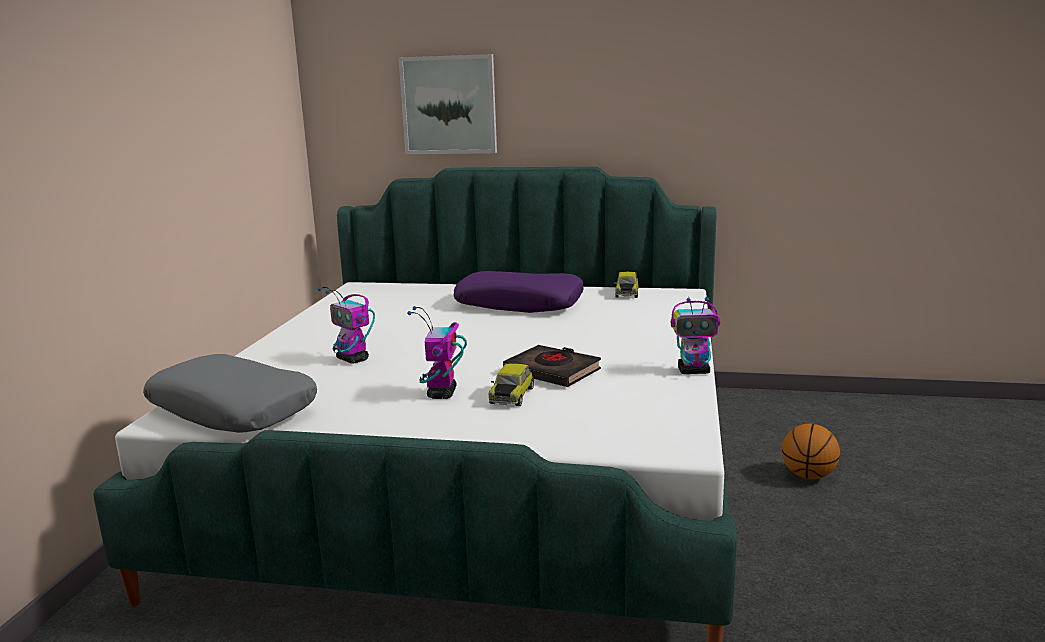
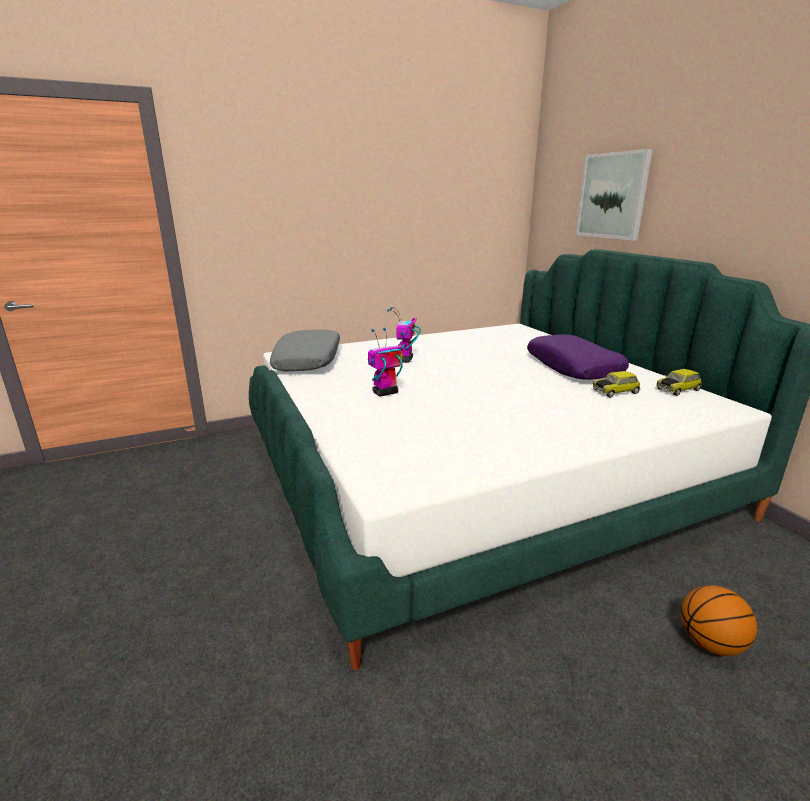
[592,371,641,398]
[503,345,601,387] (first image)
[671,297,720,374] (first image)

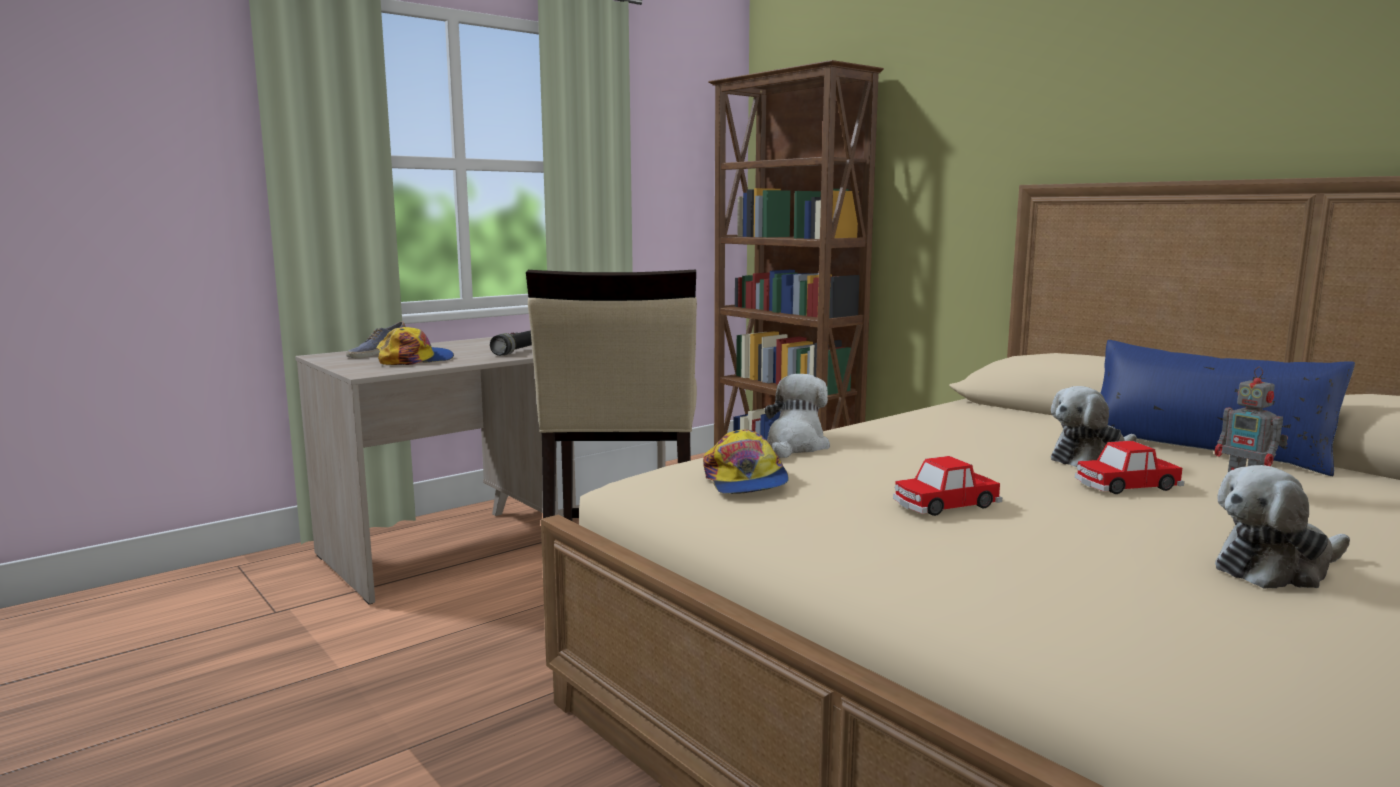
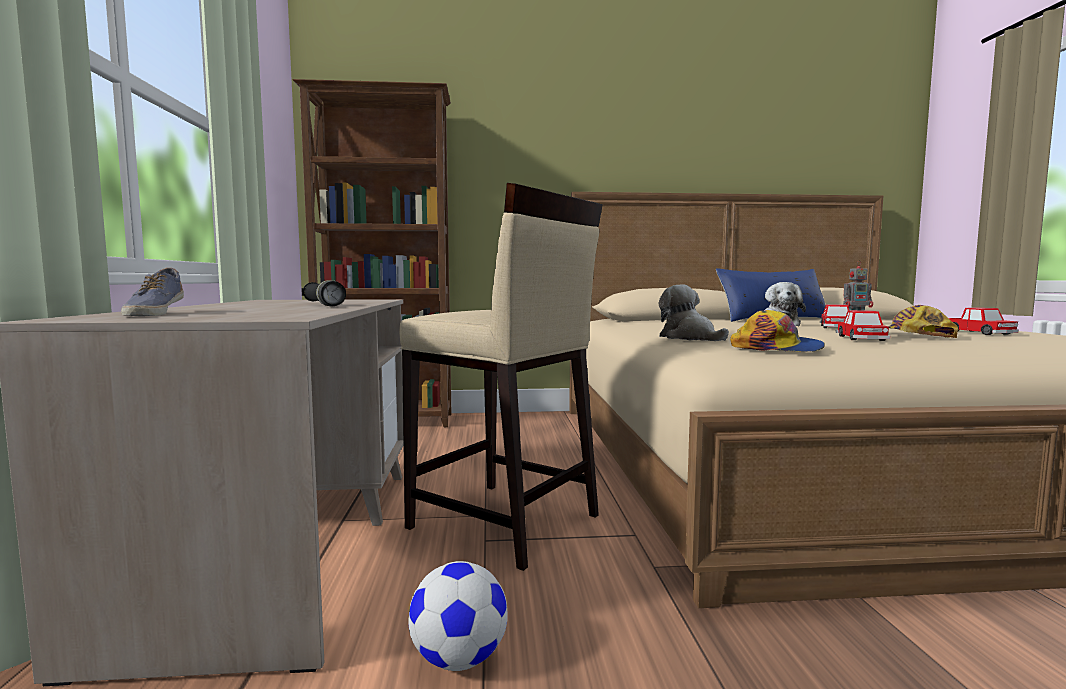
[409,561,508,671]
[889,305,958,338]
[949,307,1019,335]

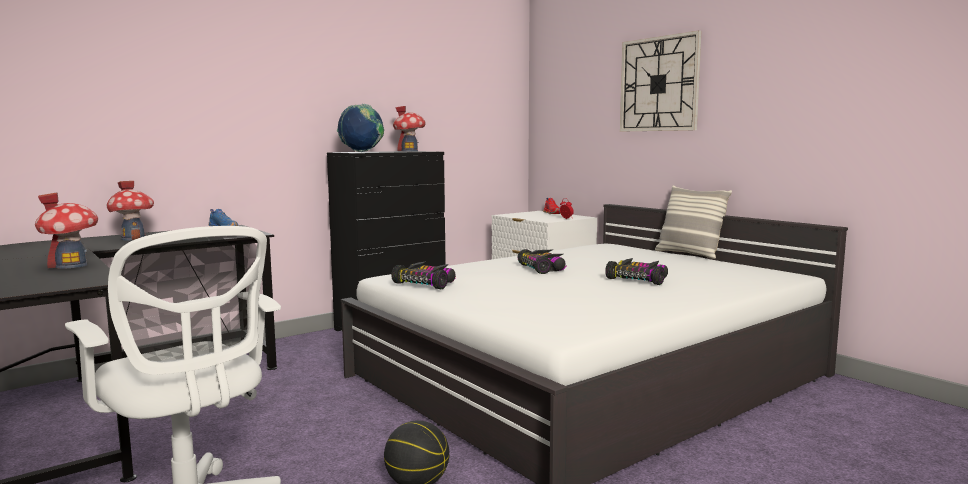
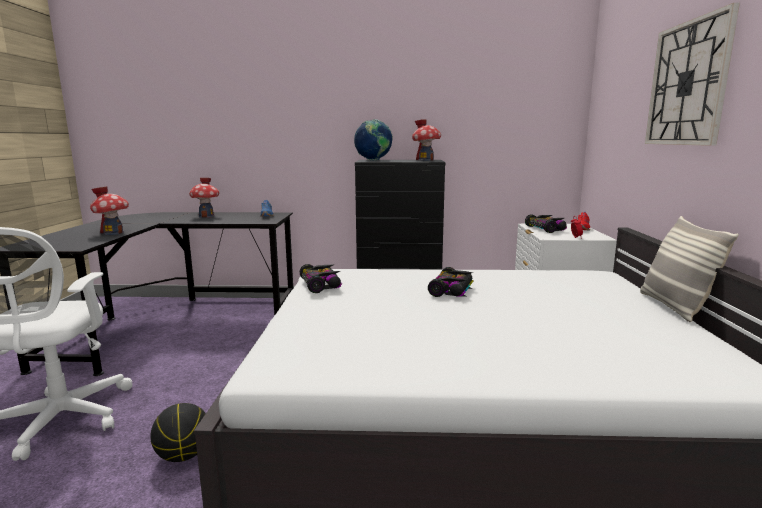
[525,215,567,233]

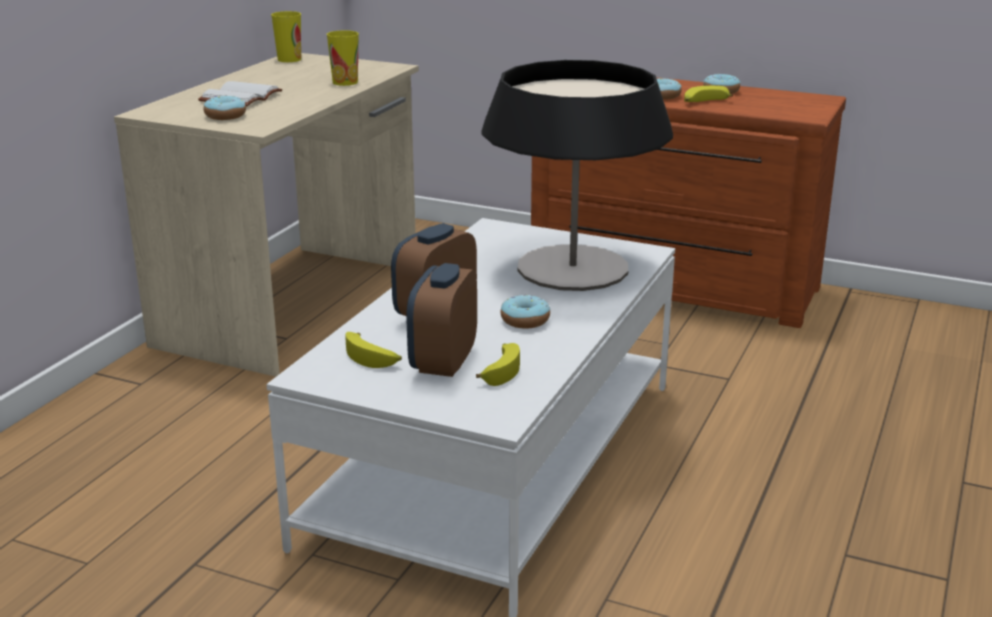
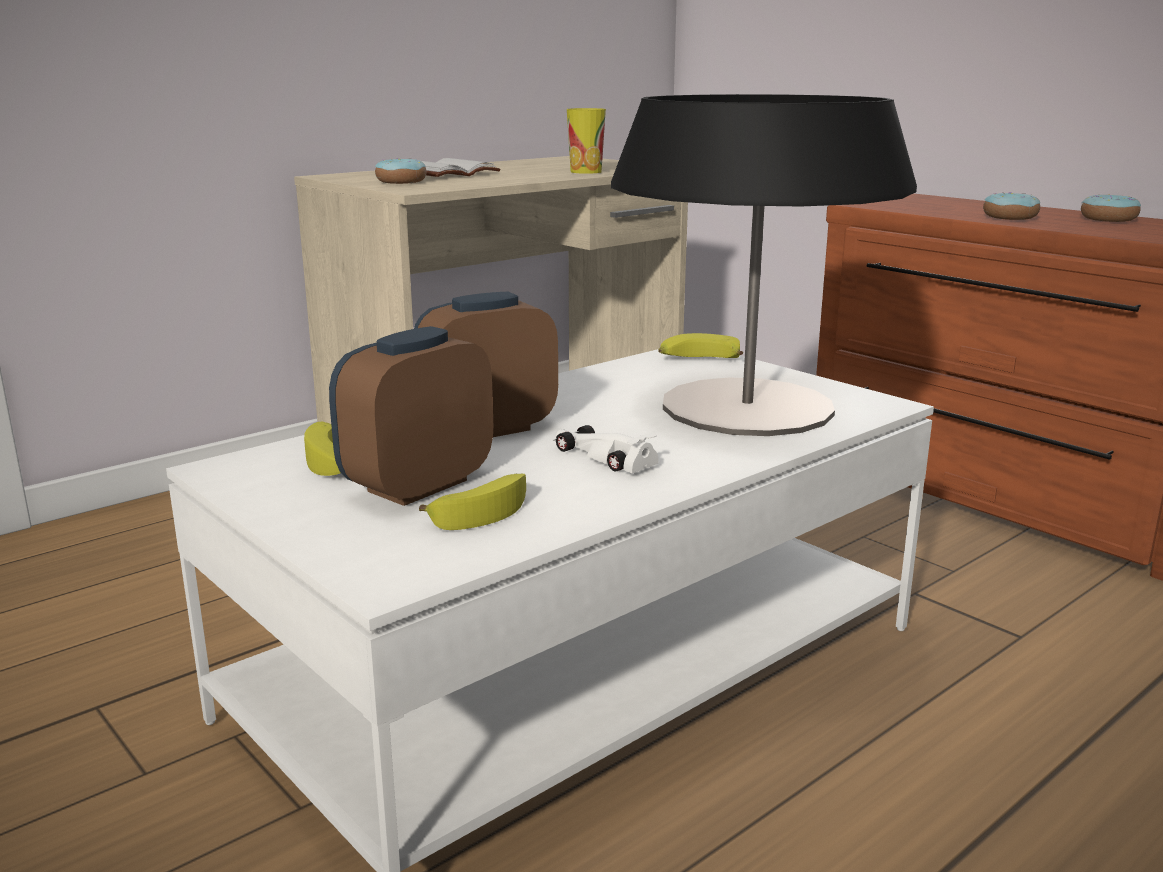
[553,425,658,473]
[658,333,743,358]
[271,11,301,62] (first image)

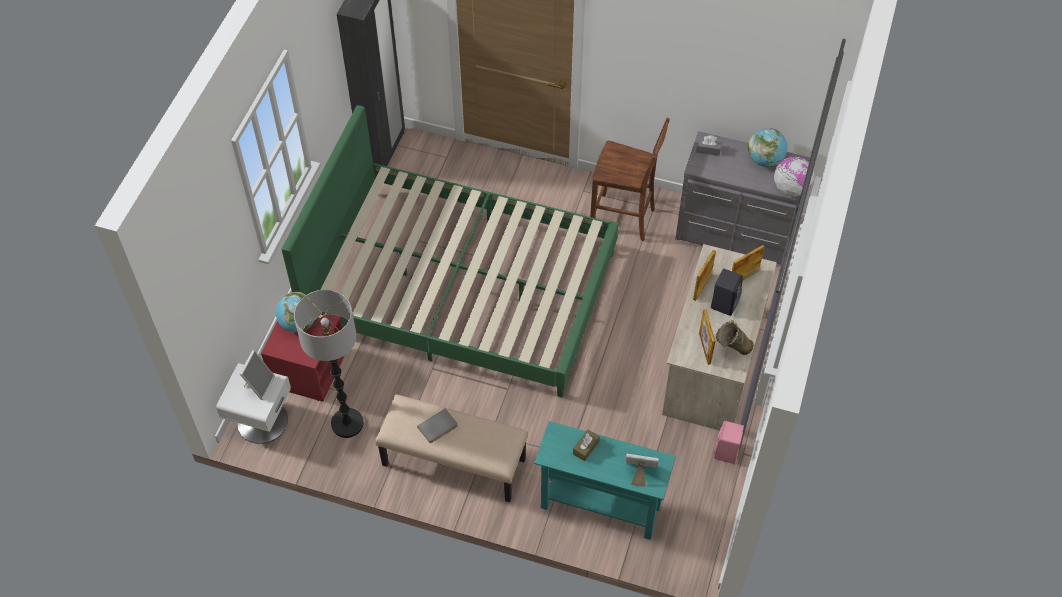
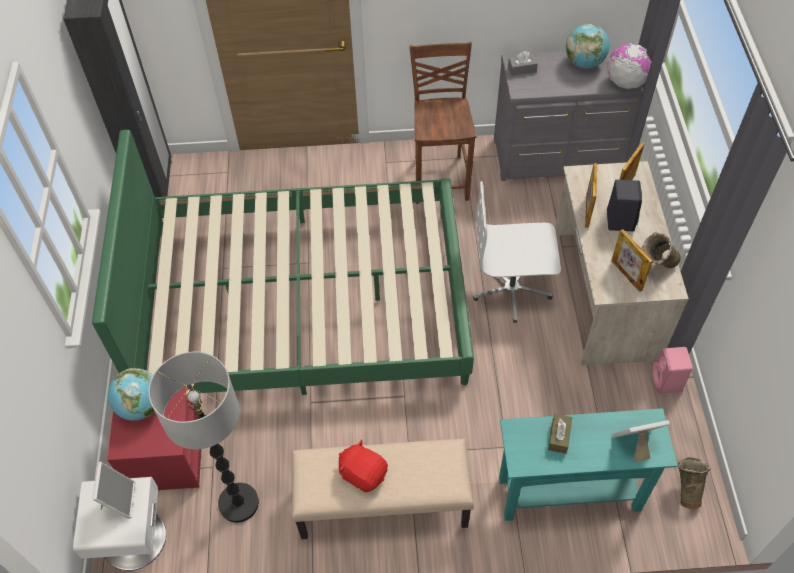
[339,439,388,492]
[409,42,477,204]
[473,181,561,323]
[677,457,711,509]

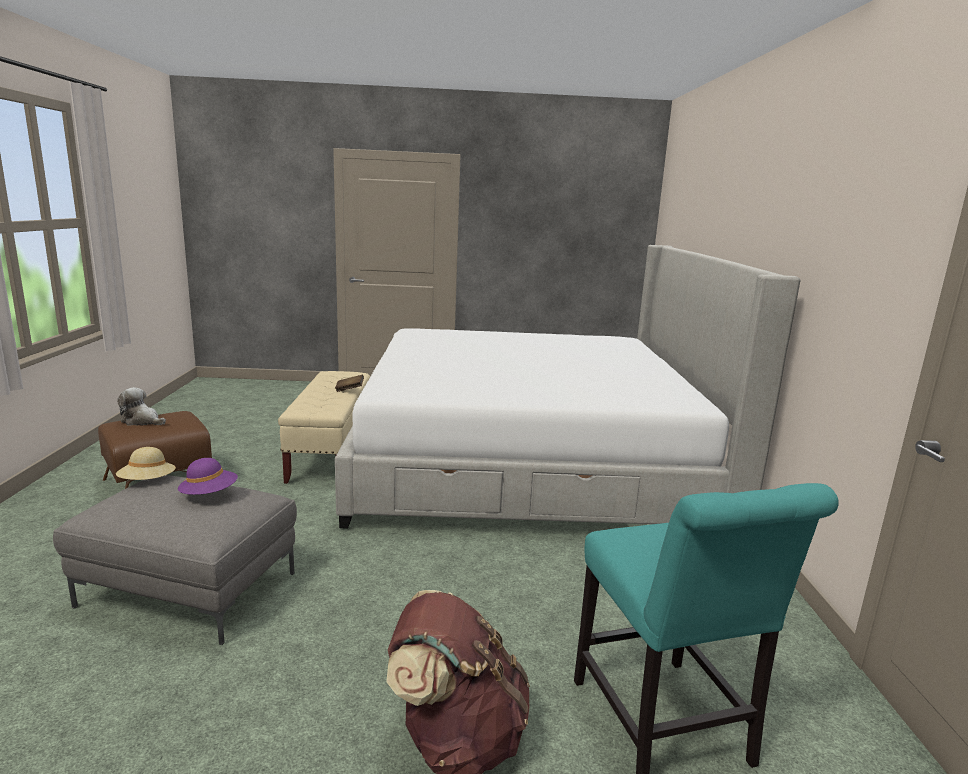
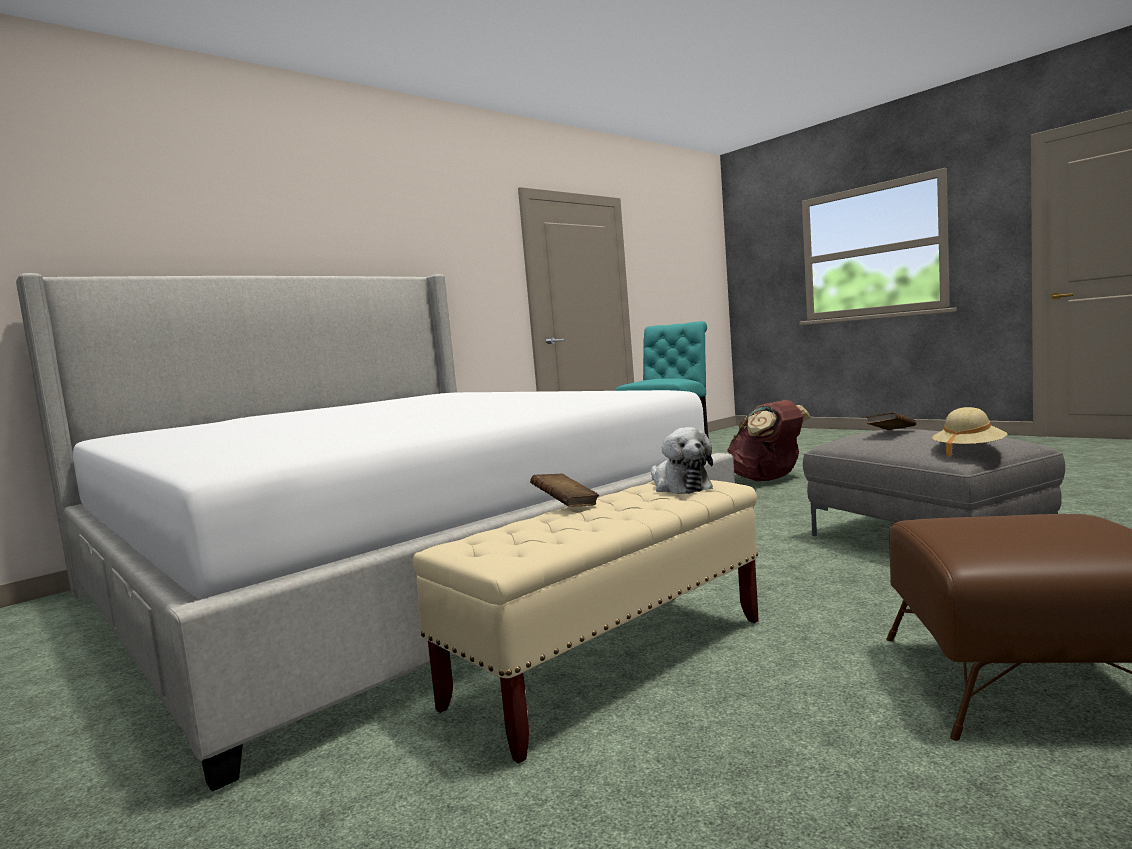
[651,427,713,494]
[866,413,916,430]

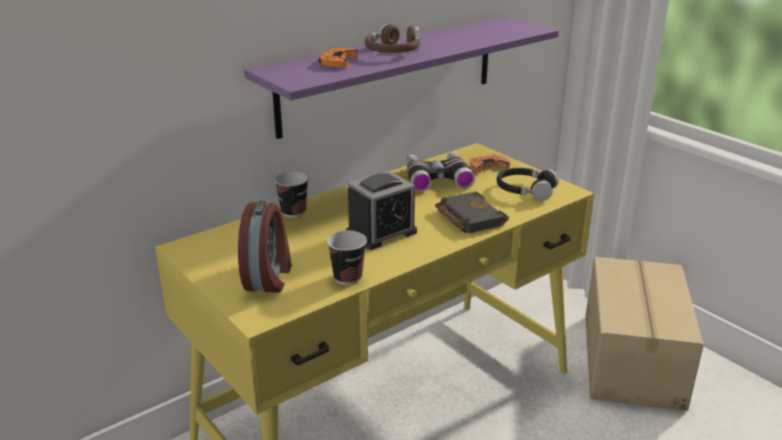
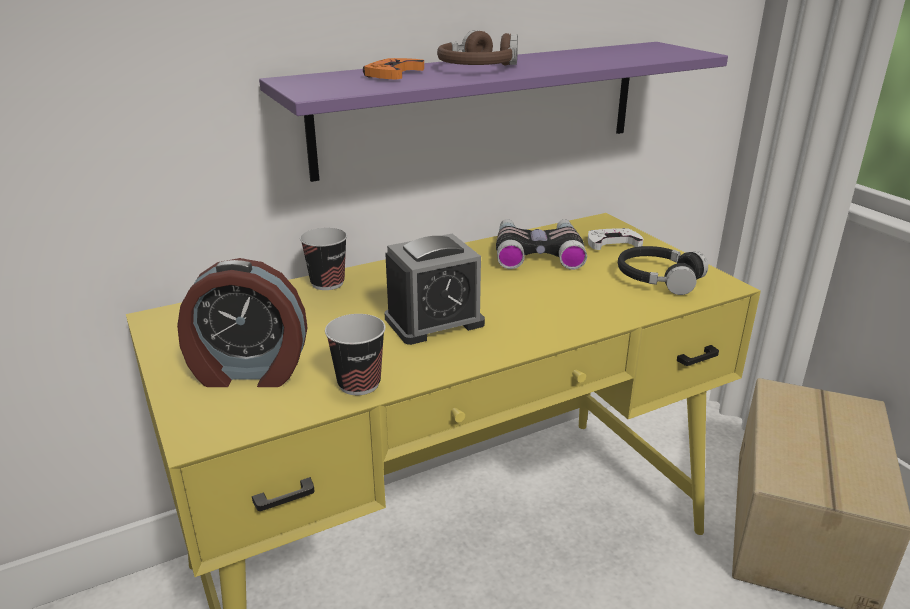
[177,258,308,387]
[588,228,643,250]
[435,191,509,233] (first image)

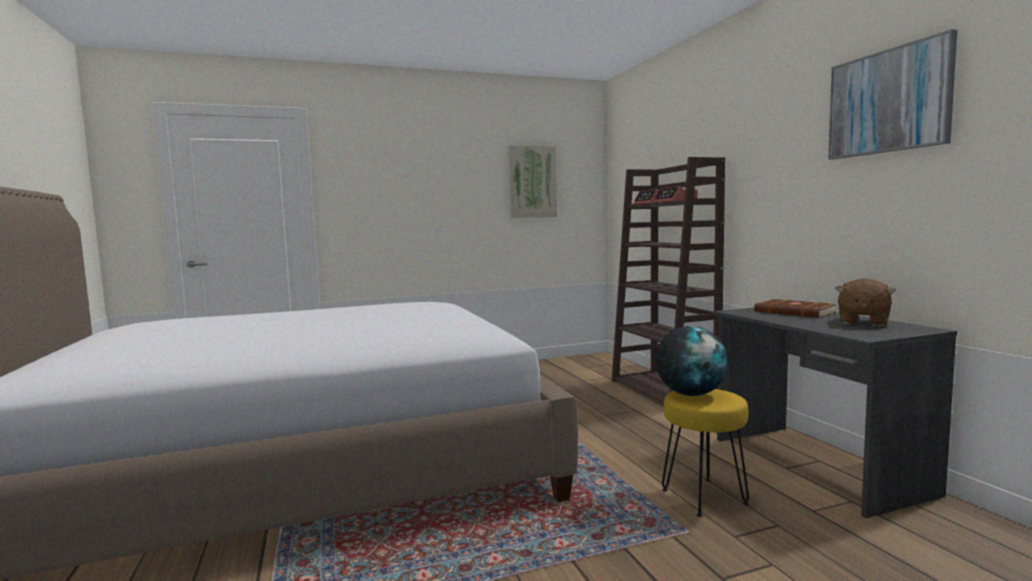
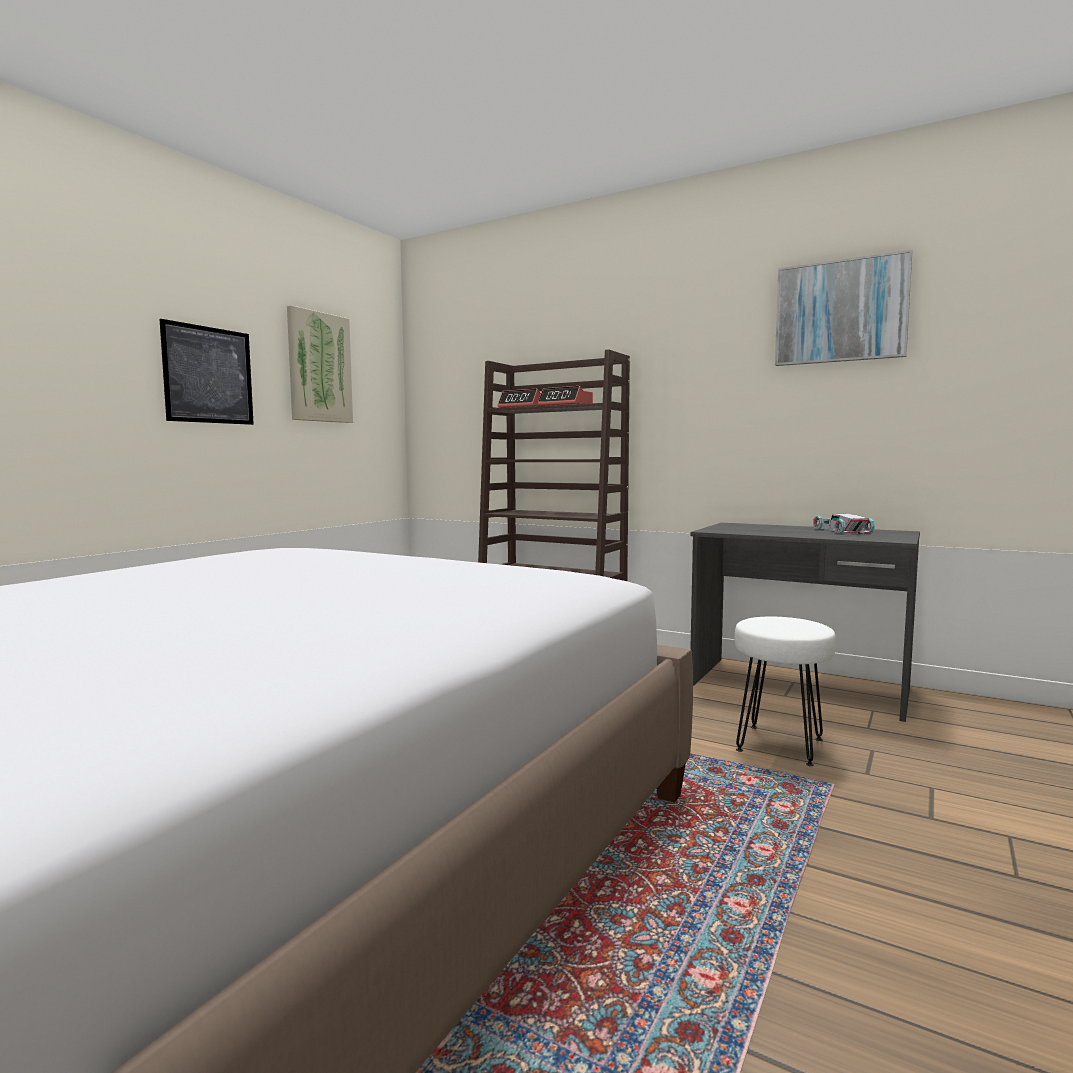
[160,319,254,425]
[735,617,836,766]
[813,514,875,534]
[655,326,728,396] (first image)
[754,299,836,318] (first image)

